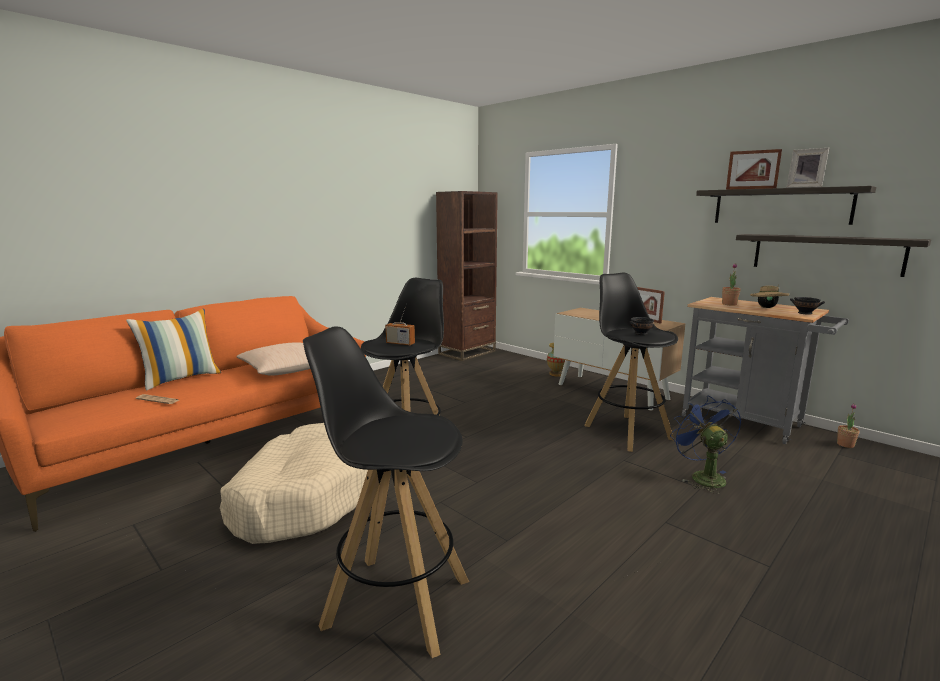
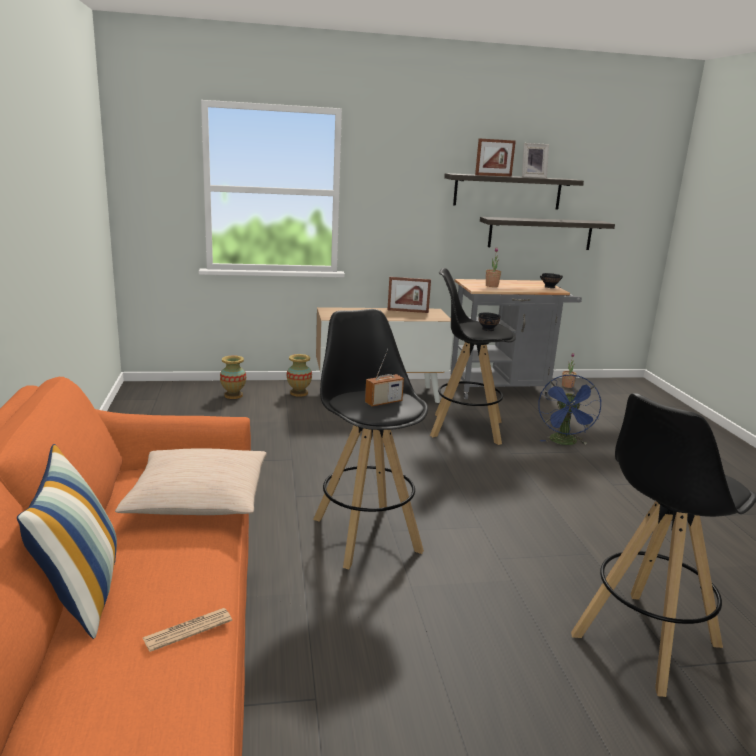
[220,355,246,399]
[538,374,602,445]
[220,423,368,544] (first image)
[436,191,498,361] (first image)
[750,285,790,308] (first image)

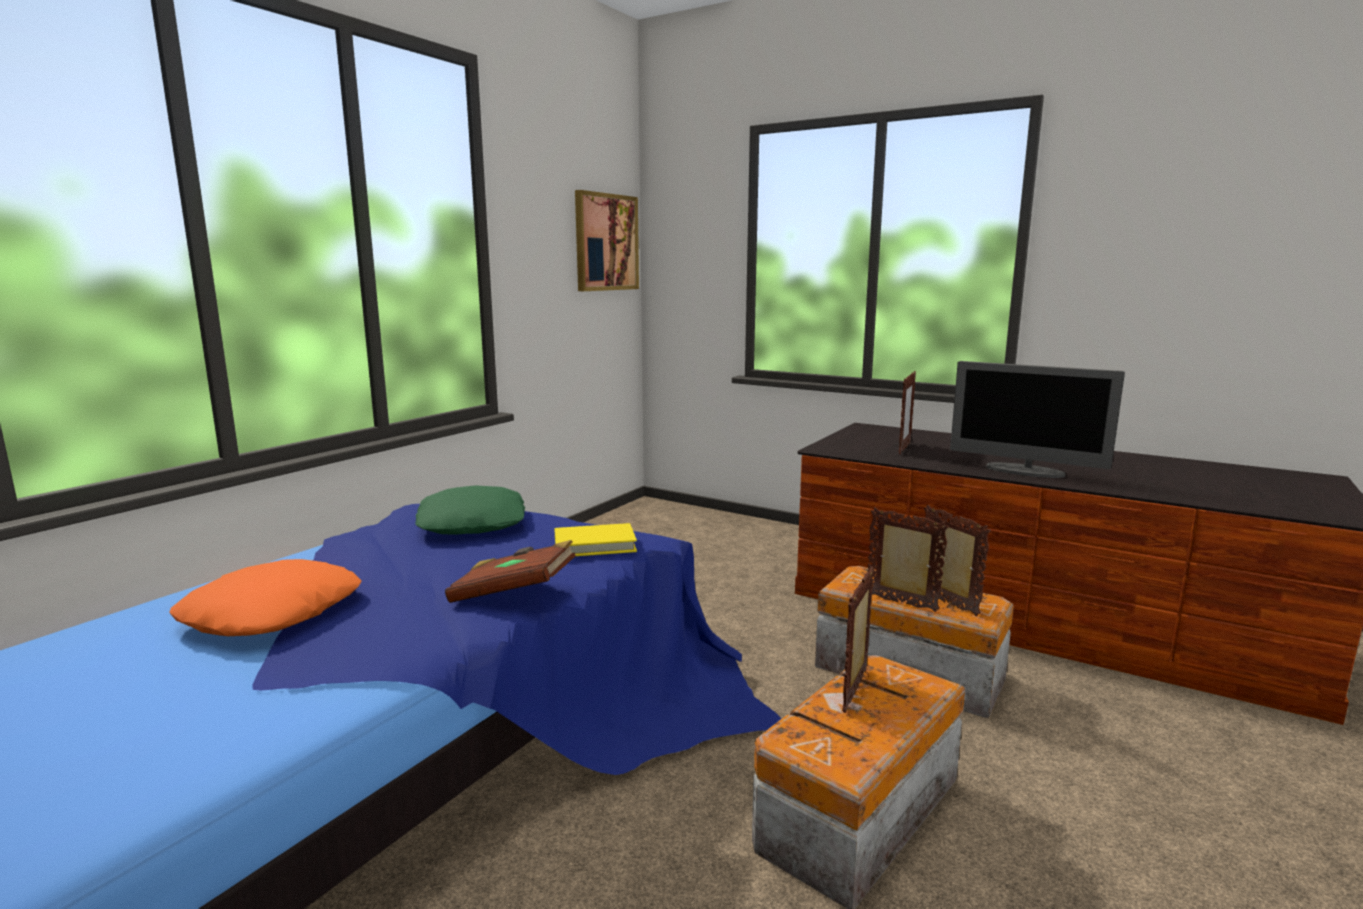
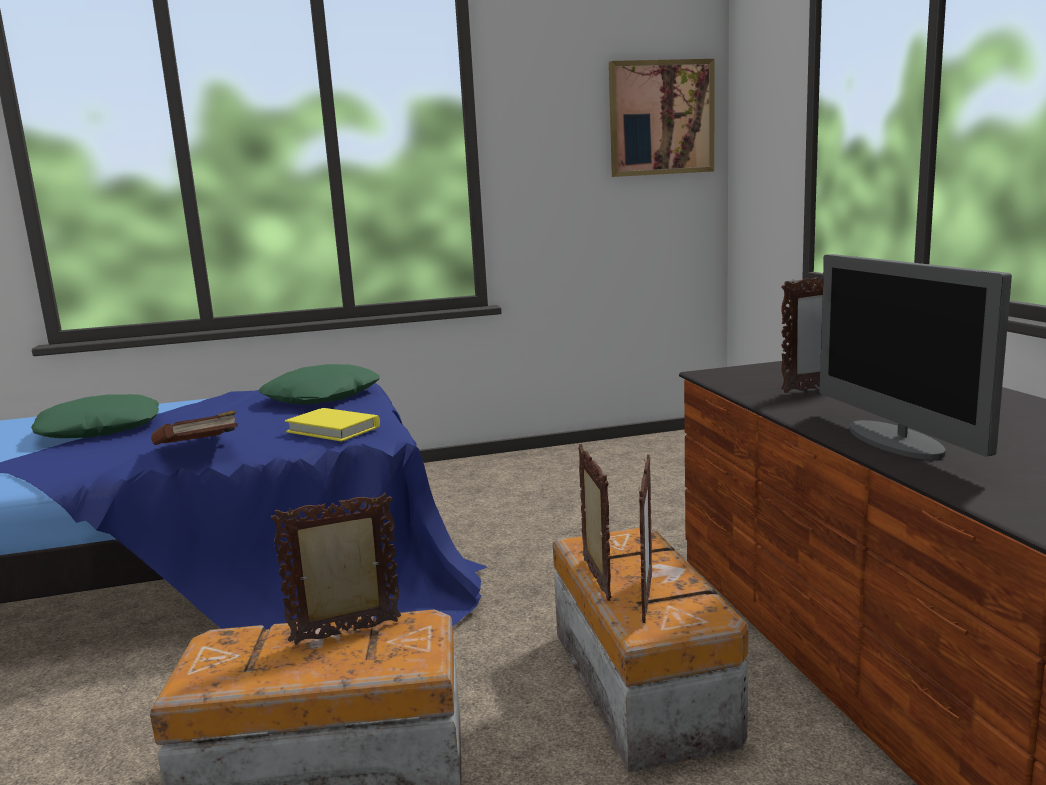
[31,394,159,438]

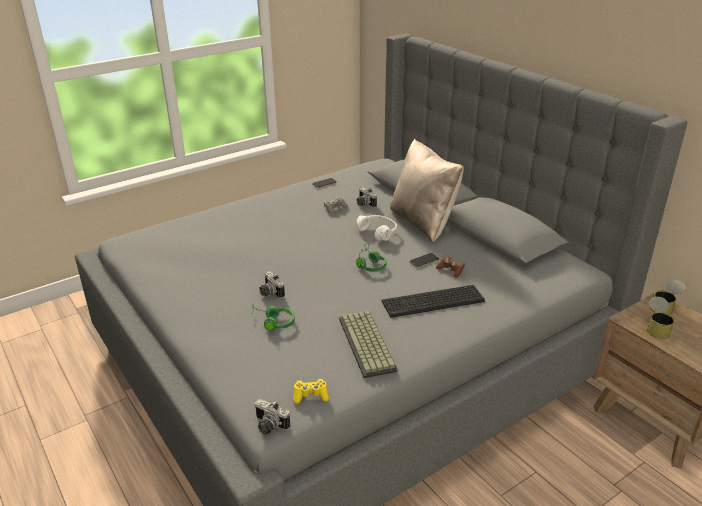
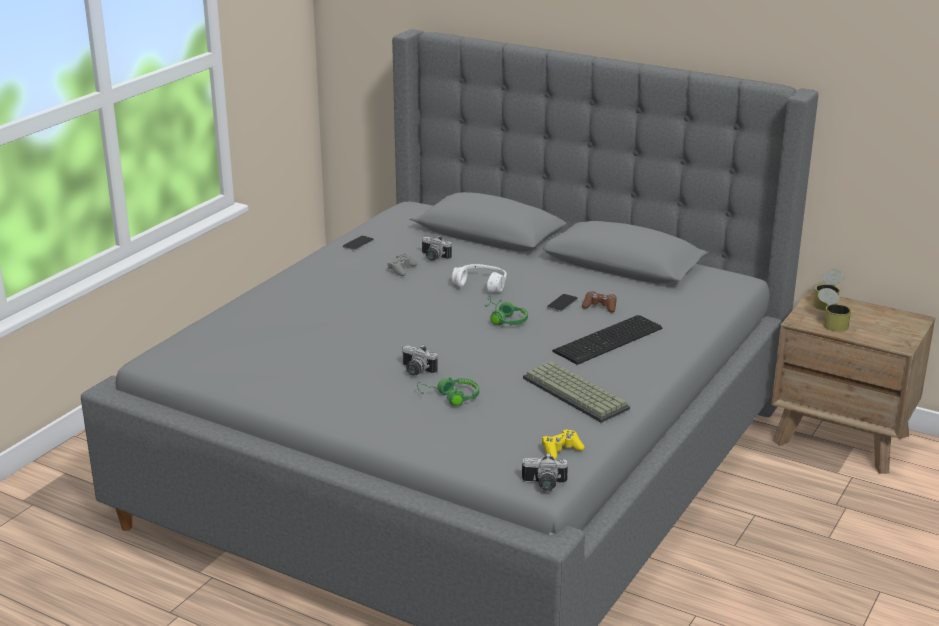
[390,139,464,242] (first image)

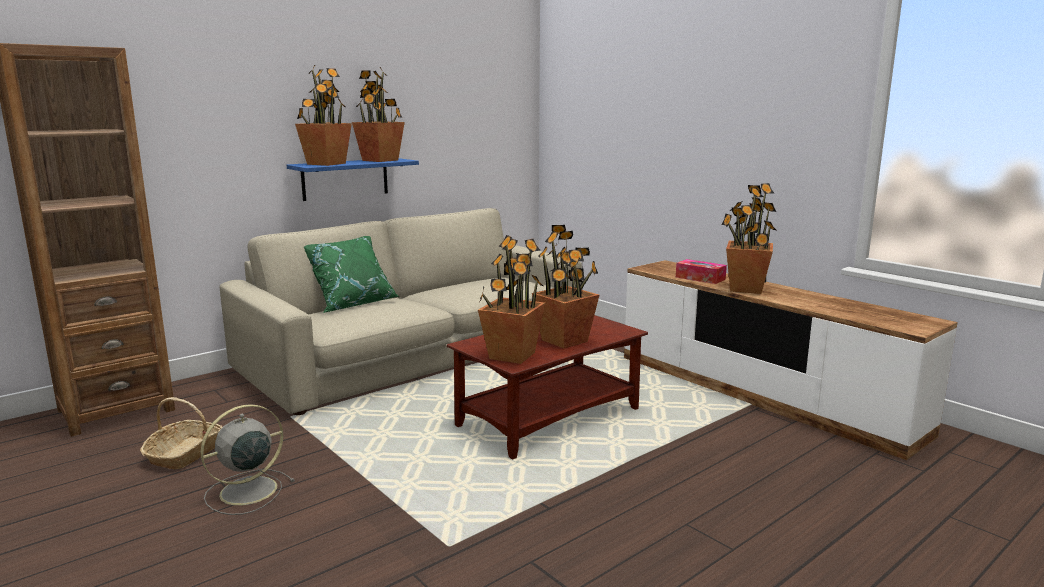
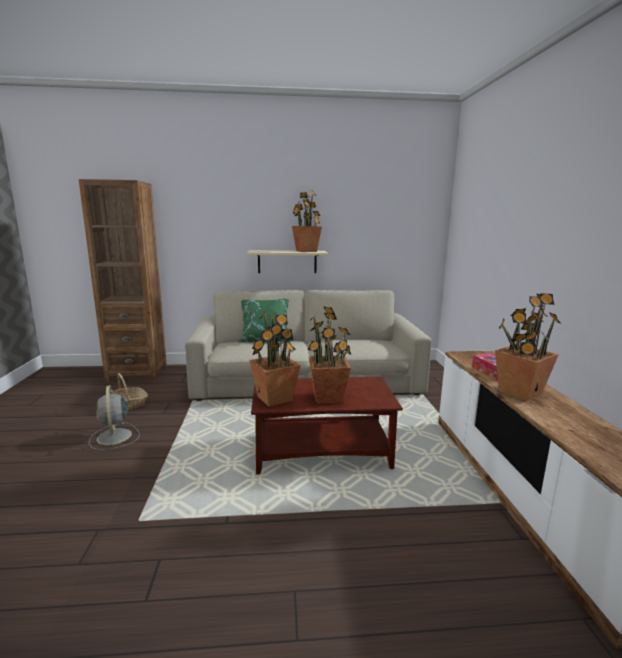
[89,385,140,450]
[247,250,328,273]
[295,65,352,166] (first image)

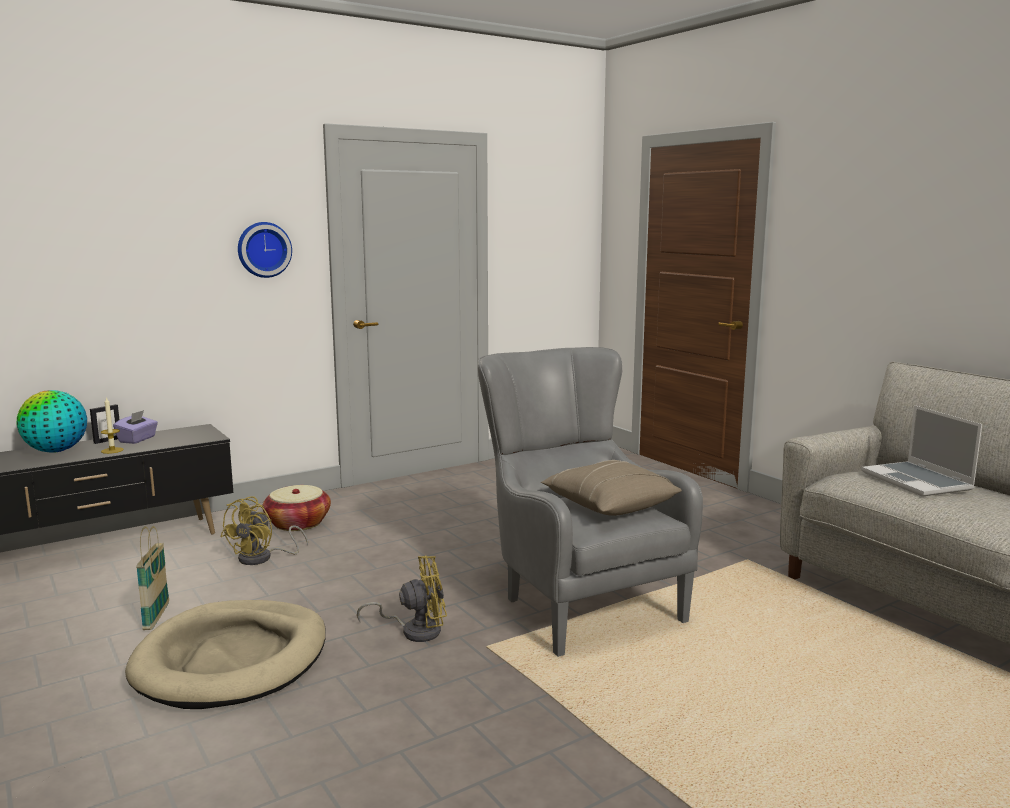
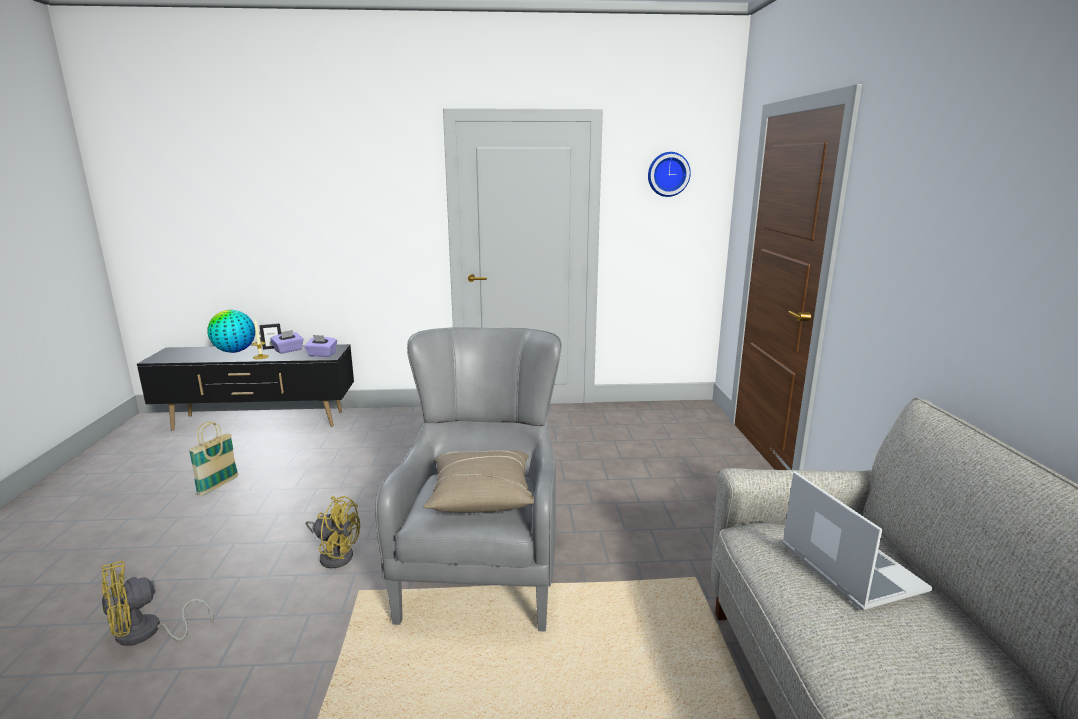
[102,561,213,646]
[304,335,337,357]
[648,152,691,197]
[782,471,932,610]
[125,600,326,709] (first image)
[263,485,331,531] (first image)

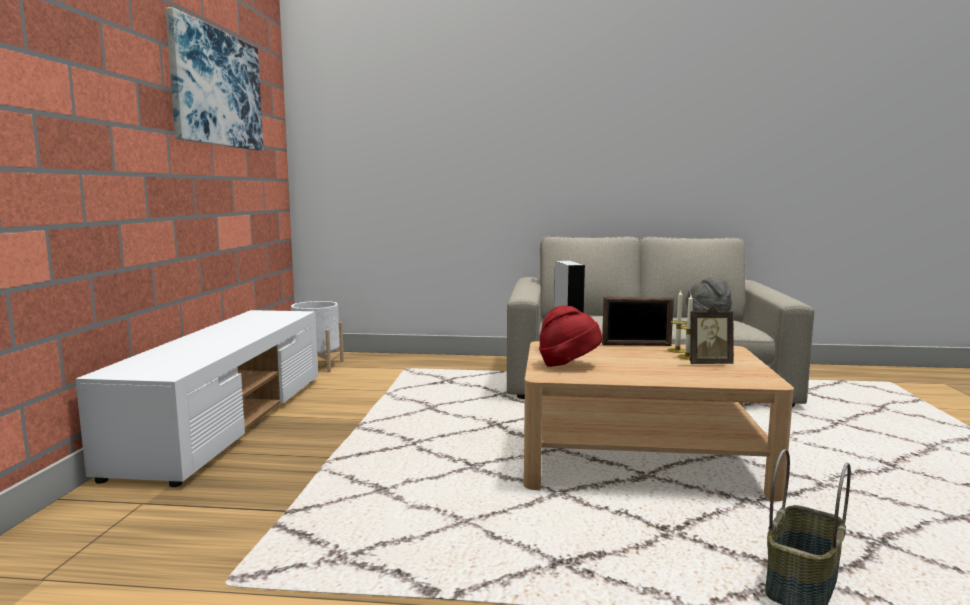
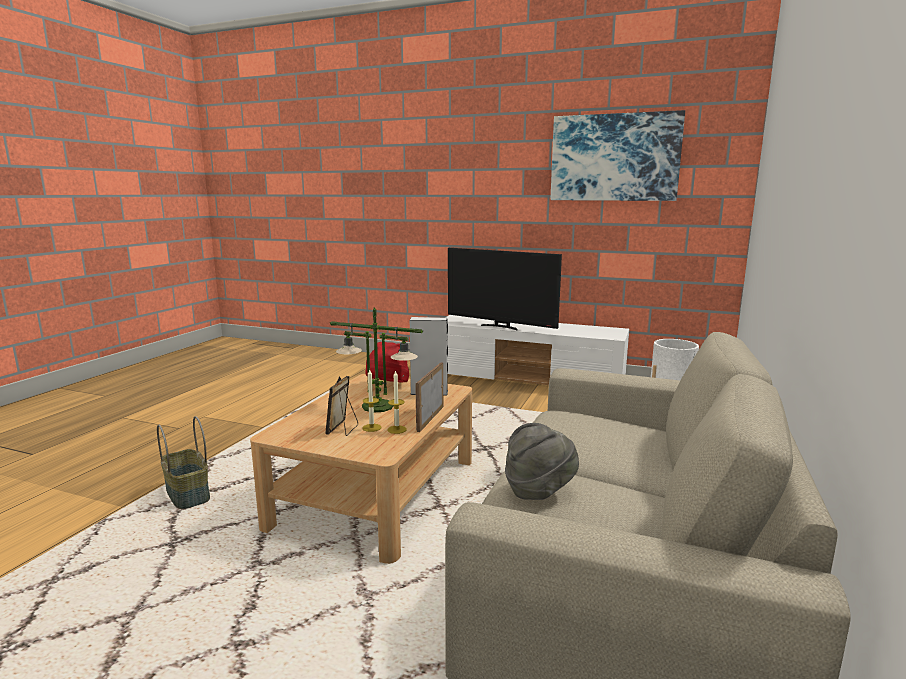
[330,307,423,412]
[448,248,562,331]

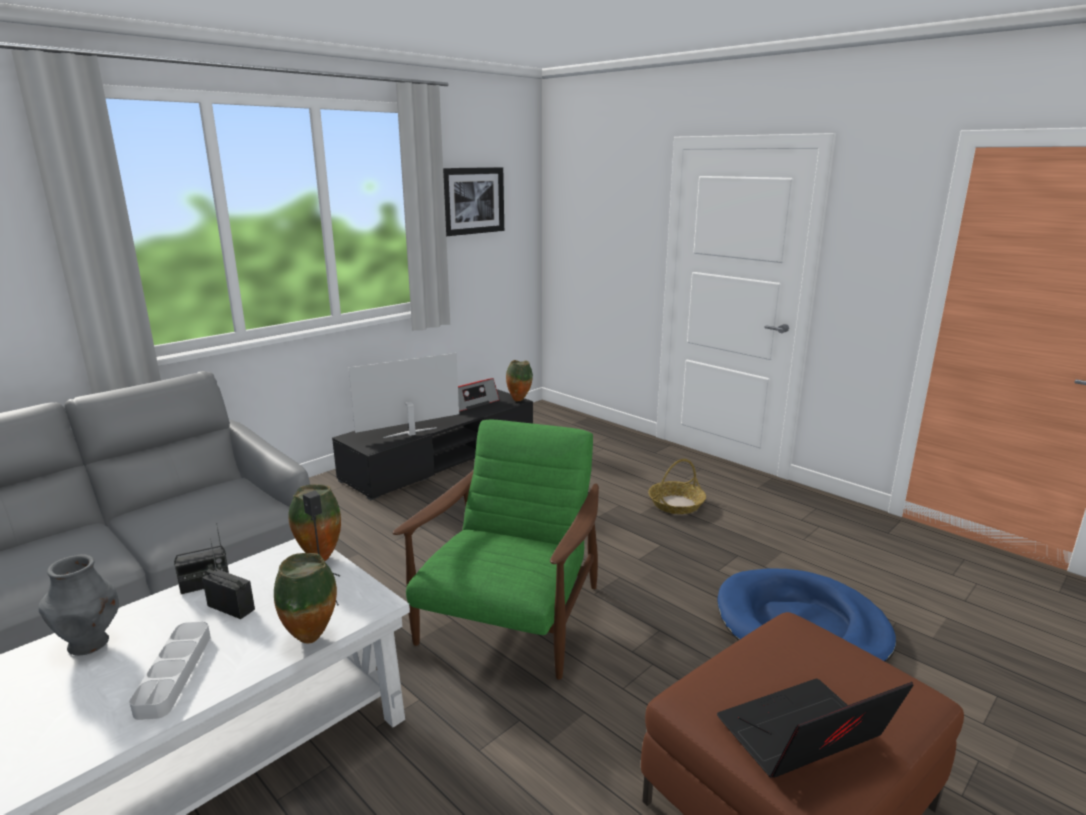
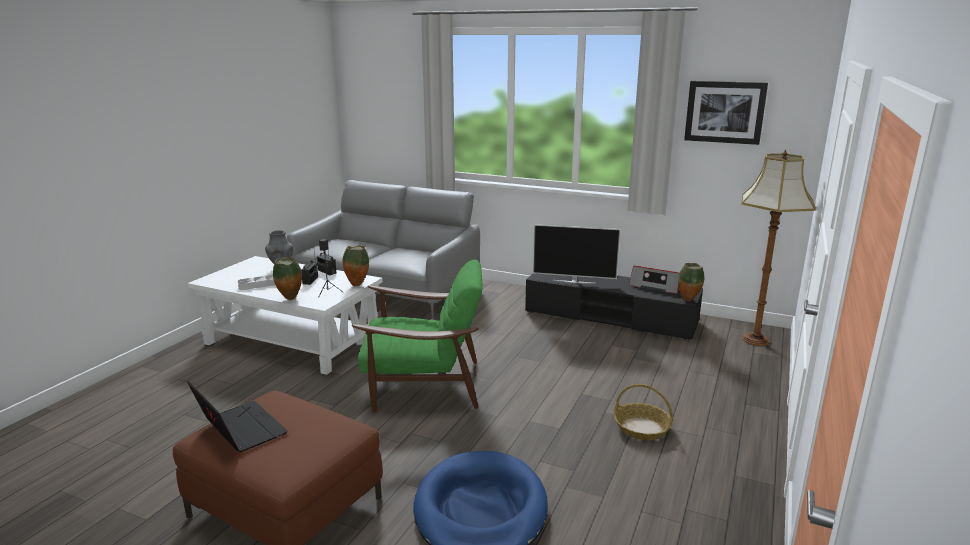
[533,224,621,284]
[742,150,816,346]

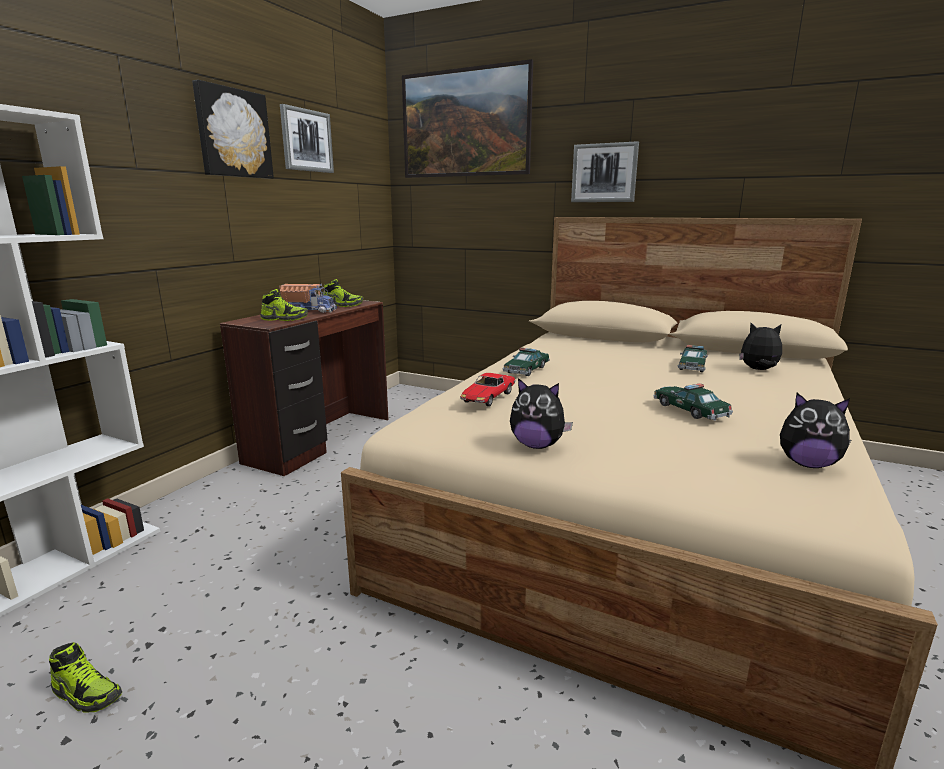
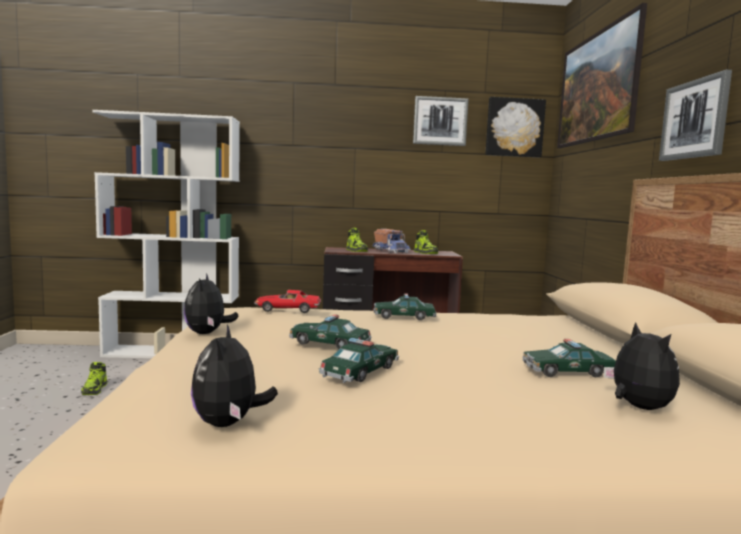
[289,314,372,349]
[485,97,546,157]

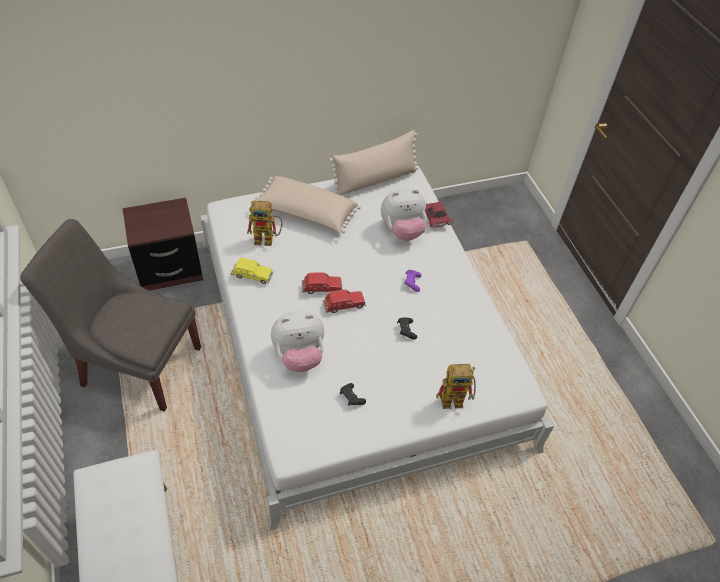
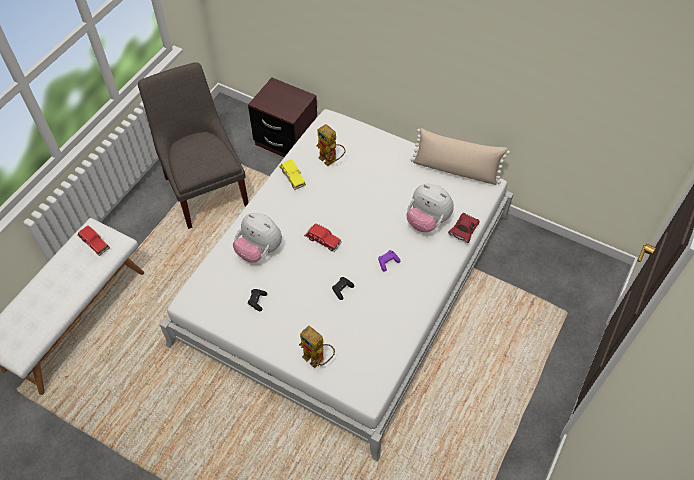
[77,225,110,256]
[251,176,361,233] (first image)

